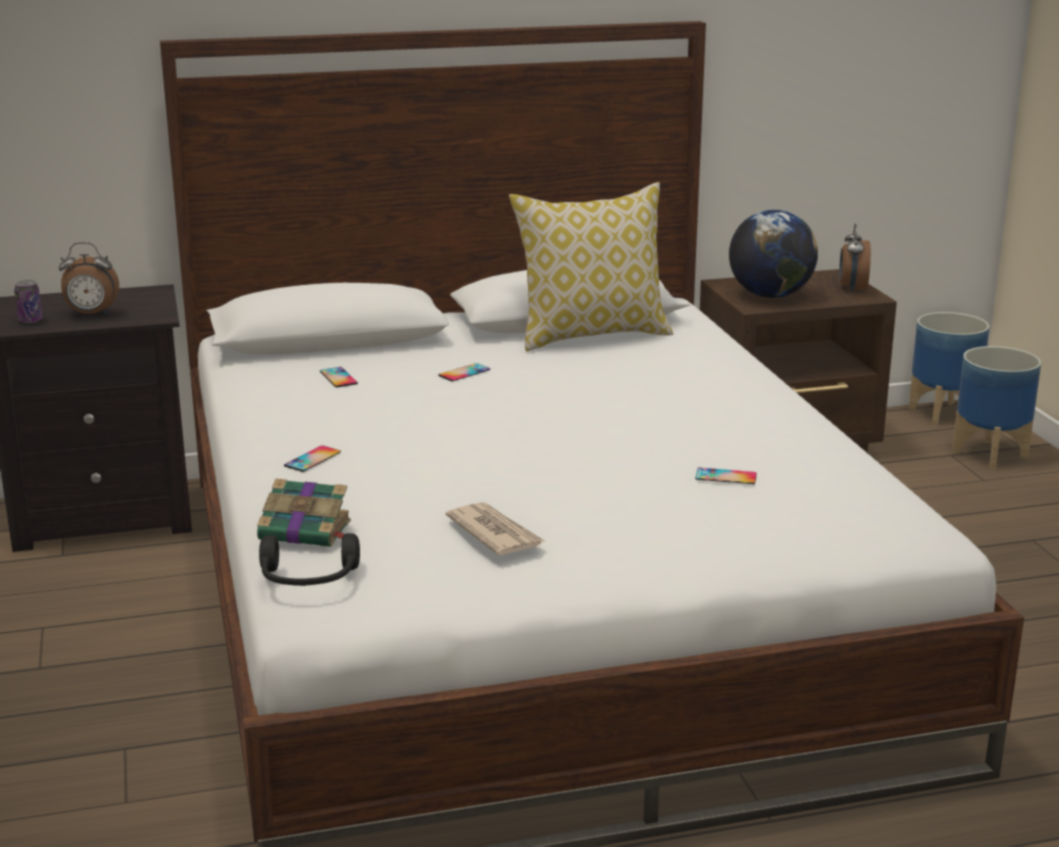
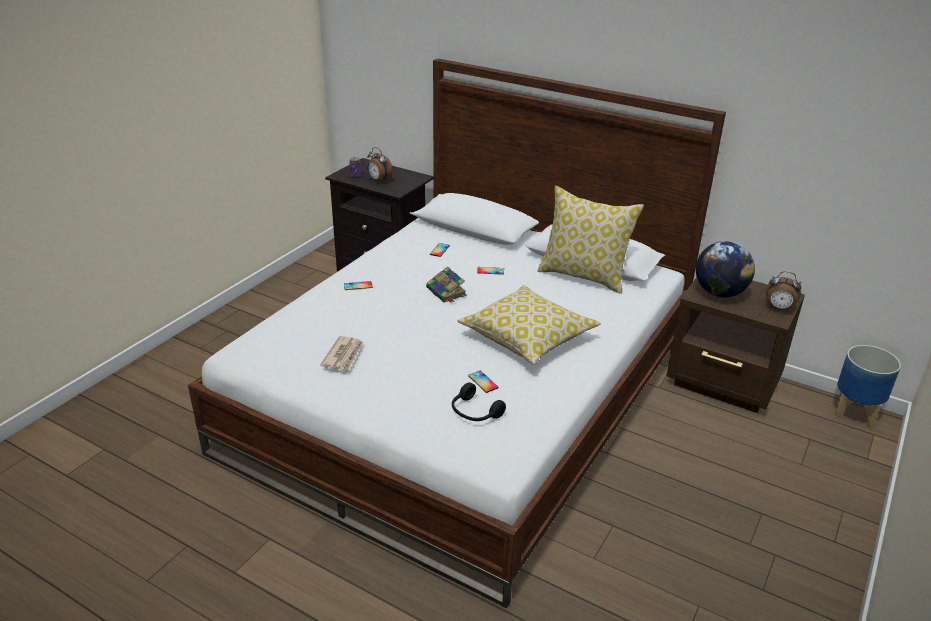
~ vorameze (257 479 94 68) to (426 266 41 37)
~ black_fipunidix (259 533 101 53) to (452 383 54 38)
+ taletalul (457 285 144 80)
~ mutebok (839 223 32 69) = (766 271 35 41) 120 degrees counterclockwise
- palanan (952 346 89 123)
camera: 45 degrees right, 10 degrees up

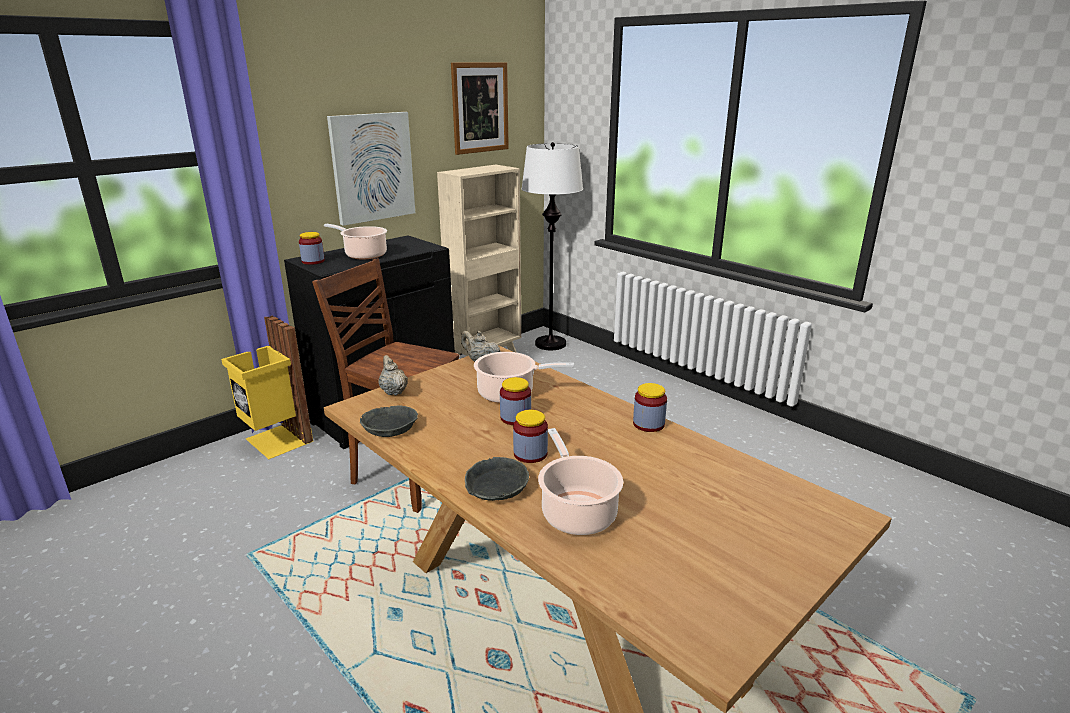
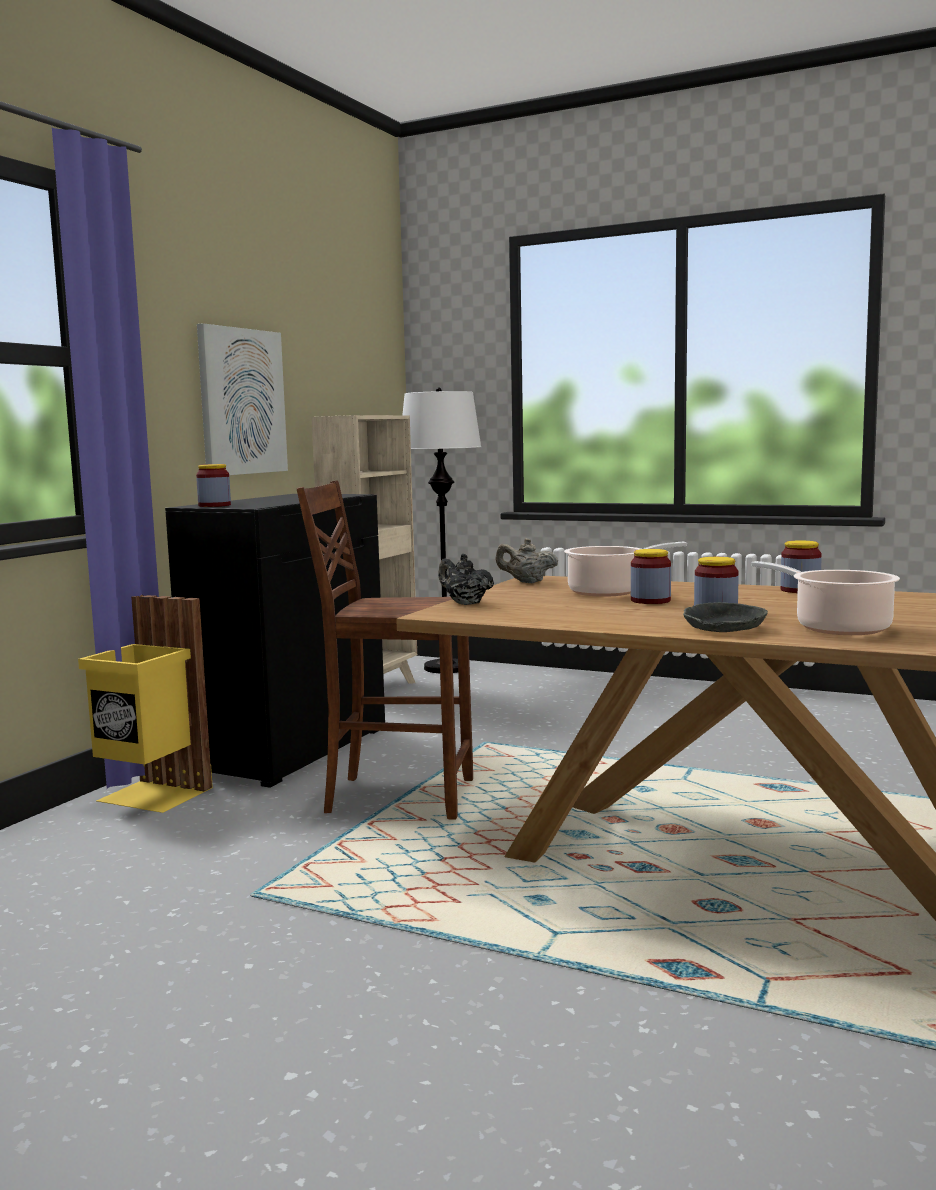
~ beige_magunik (378 355 30 41) to black_magunik (438 554 56 51)
- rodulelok (324 224 63 35)
- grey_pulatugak (360 405 58 32)
- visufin (451 62 58 93)
camera: 20 degrees left, 15 degrees down

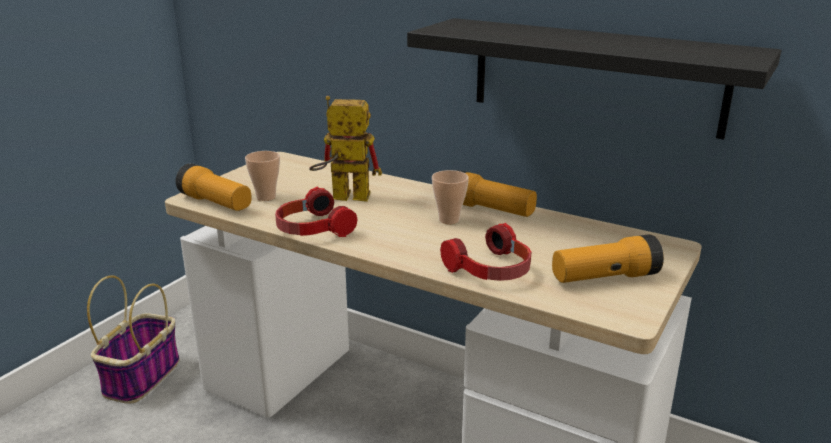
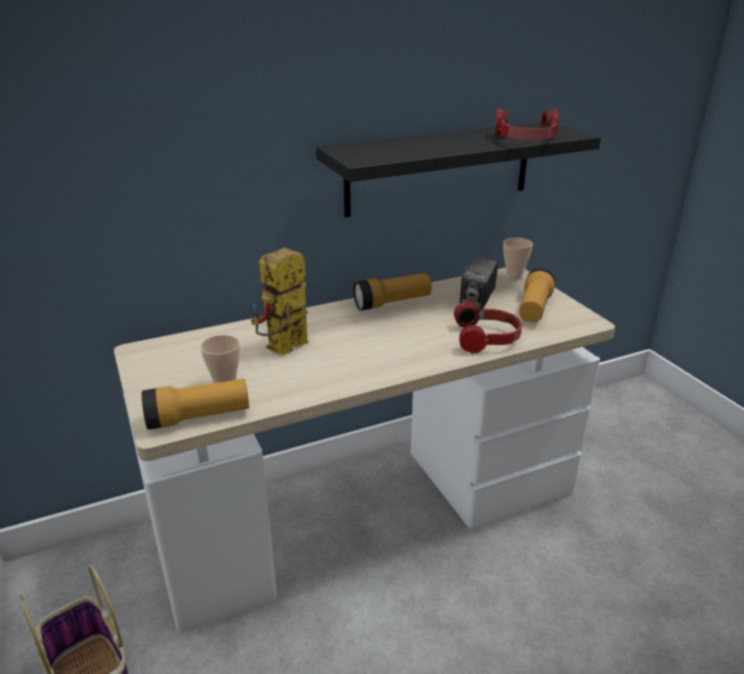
+ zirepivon (460 255 38 54)
~ fipunidix (275 186 83 51) to (495 108 64 32)
~ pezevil (432 170 37 54) to (503 238 30 42)
camera: 55 degrees left, 5 degrees up

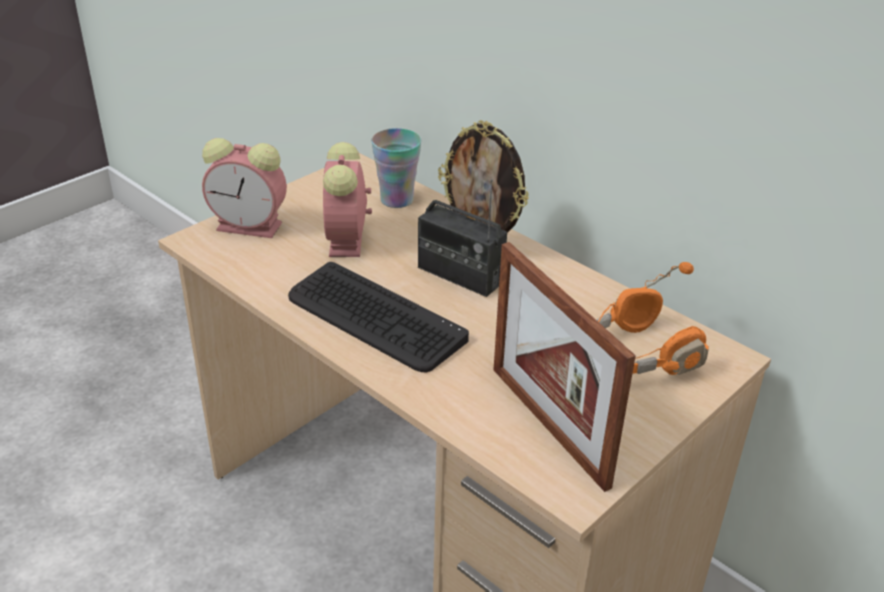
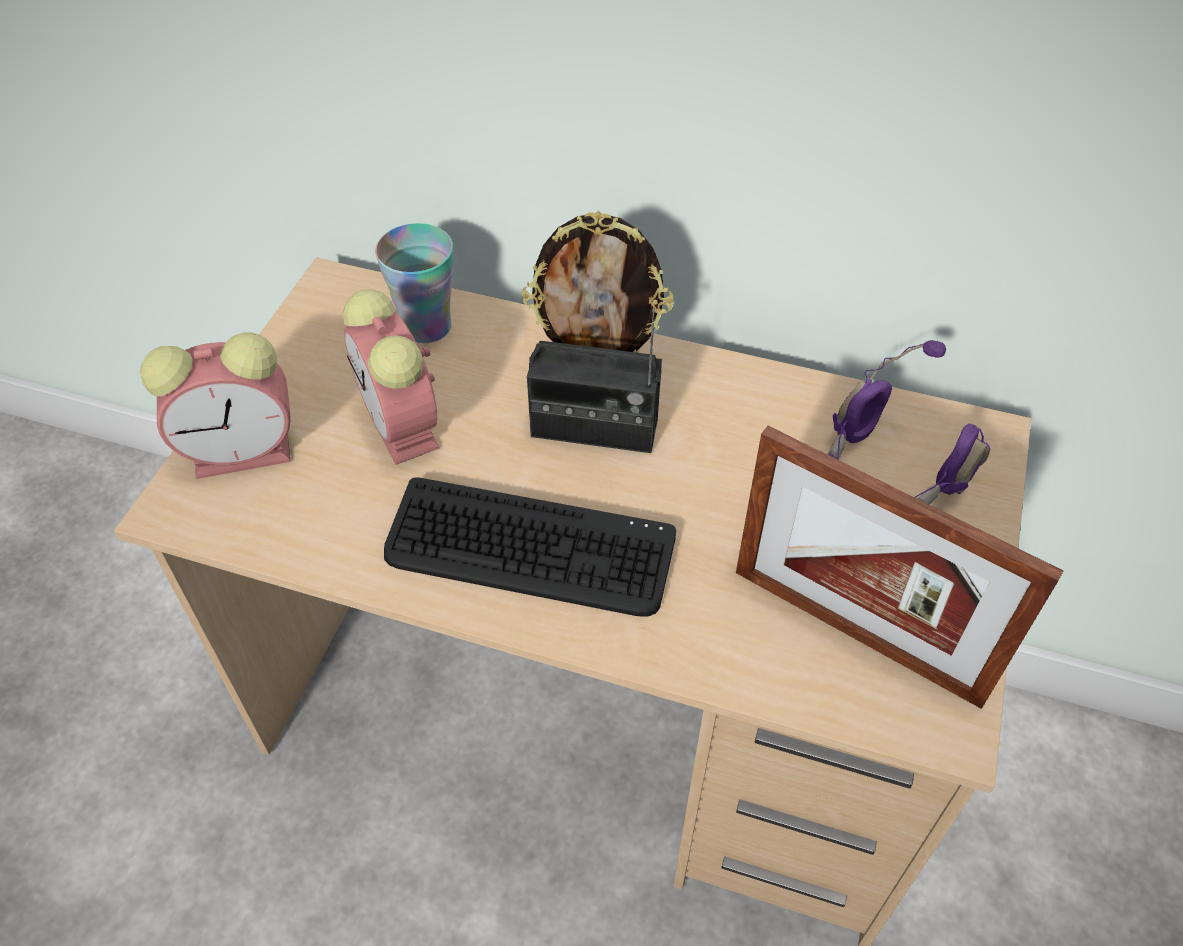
~ orange_fipunidix (596 262 113 113) to purple_fipunidix (828 340 162 165)
camera: 25 degrees left, 15 degrees up

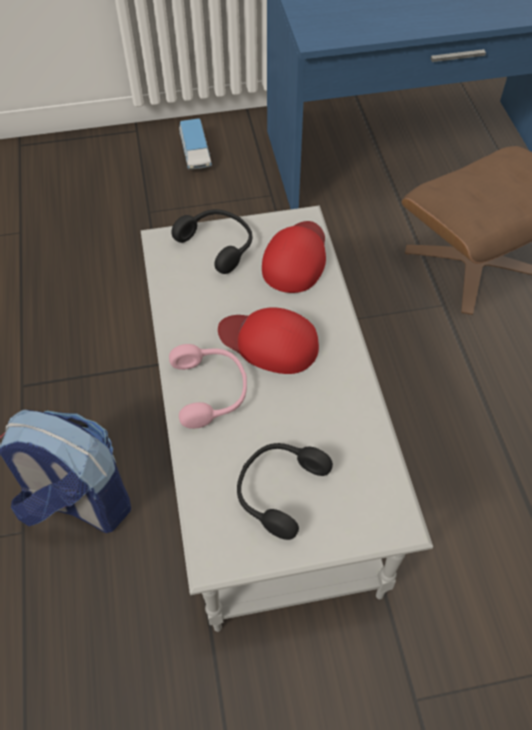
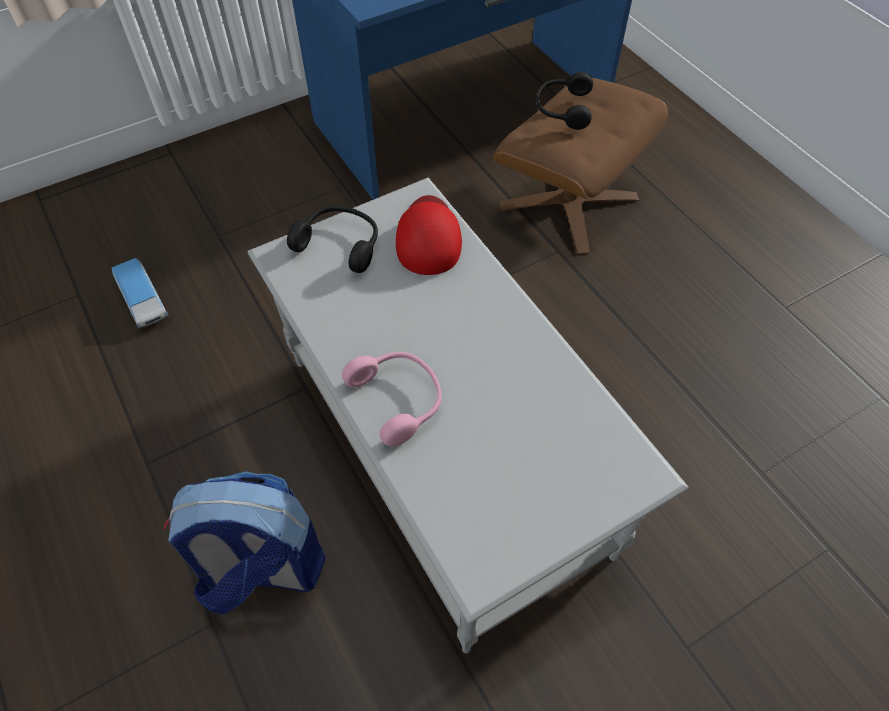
~ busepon (179 118 33 52) to (112 258 57 71)
~ black_fipunidix (237 443 96 97) to (536 72 57 58)
- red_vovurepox (218 307 101 67)
camera: 20 degrees left, 0 degrees up

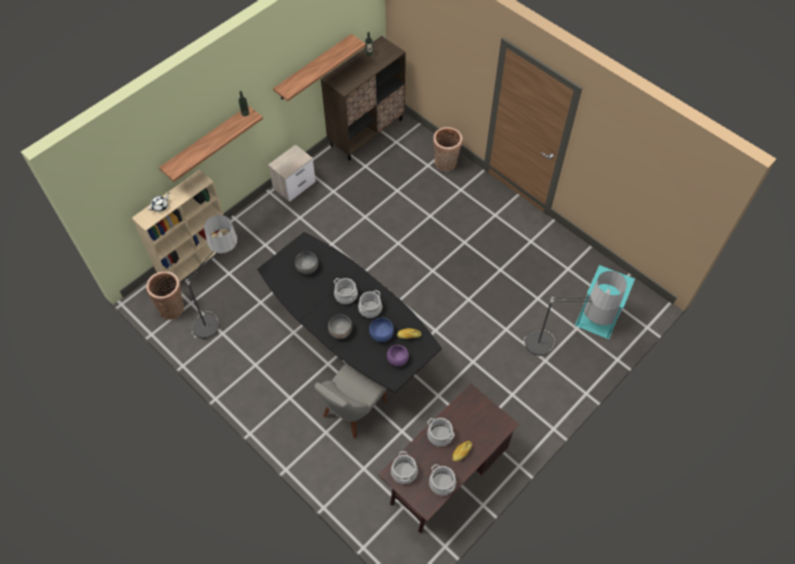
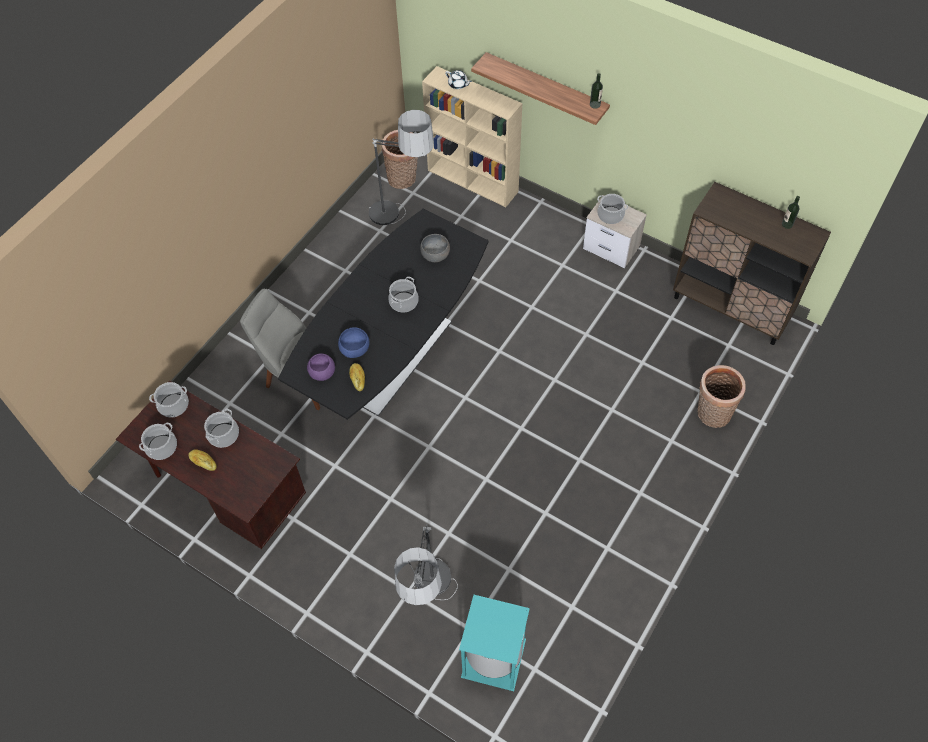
~ rodulelok (358 290 24 28) to (597 194 31 30)
- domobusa (273 34 93 67)
- grey_pulatugak (328 315 24 24)
camera: 80 degrees right, 0 degrees up

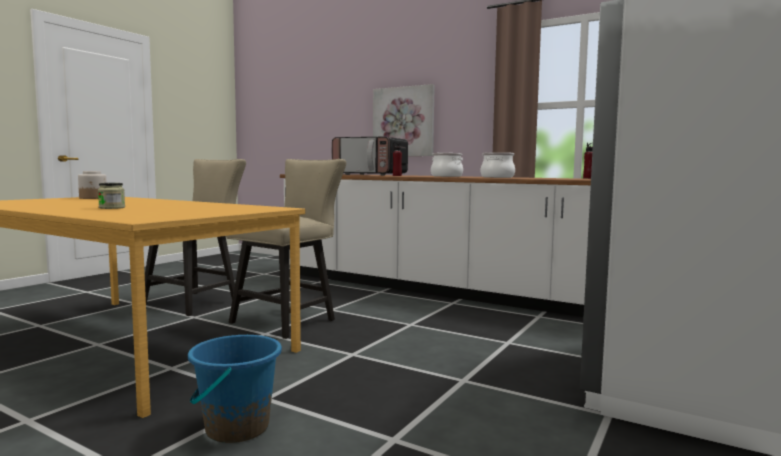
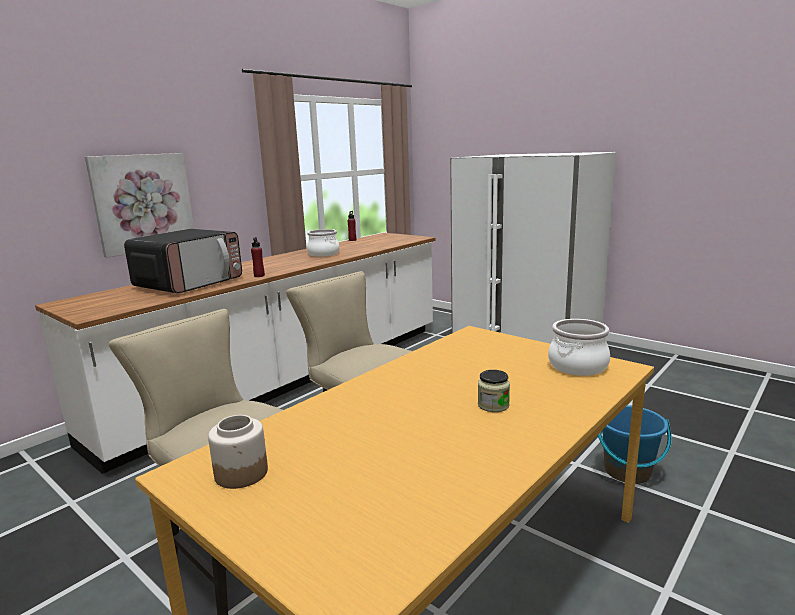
~ rodulelok (431 153 32 24) to (548 319 62 57)
camera: 80 degrees left, 10 degrees up

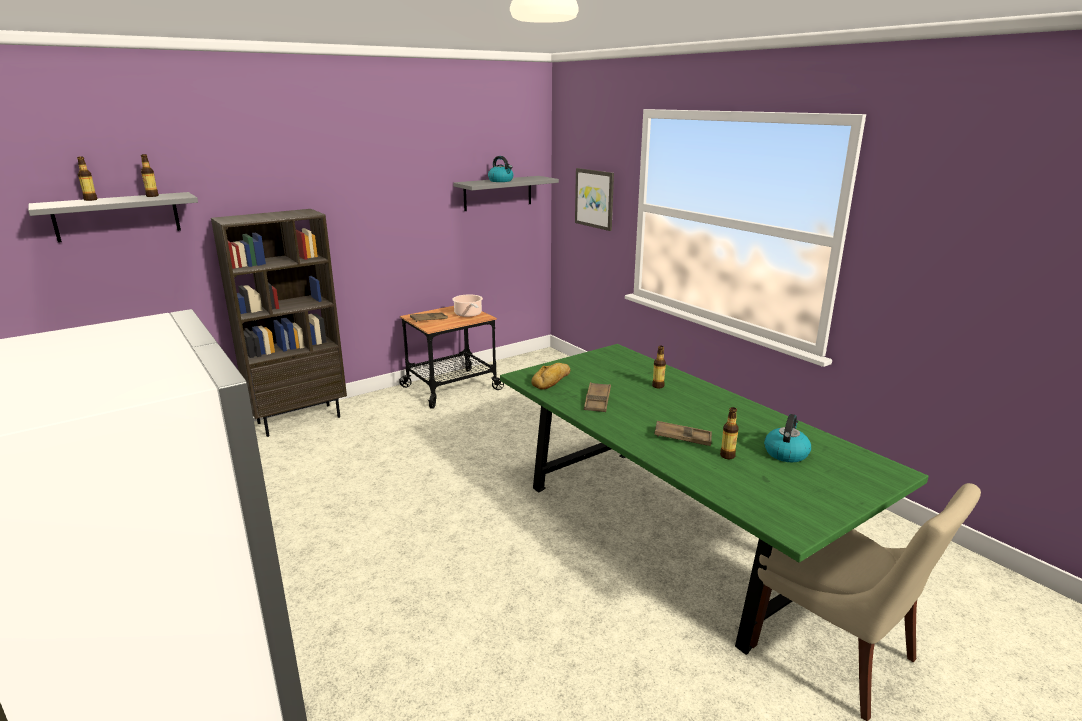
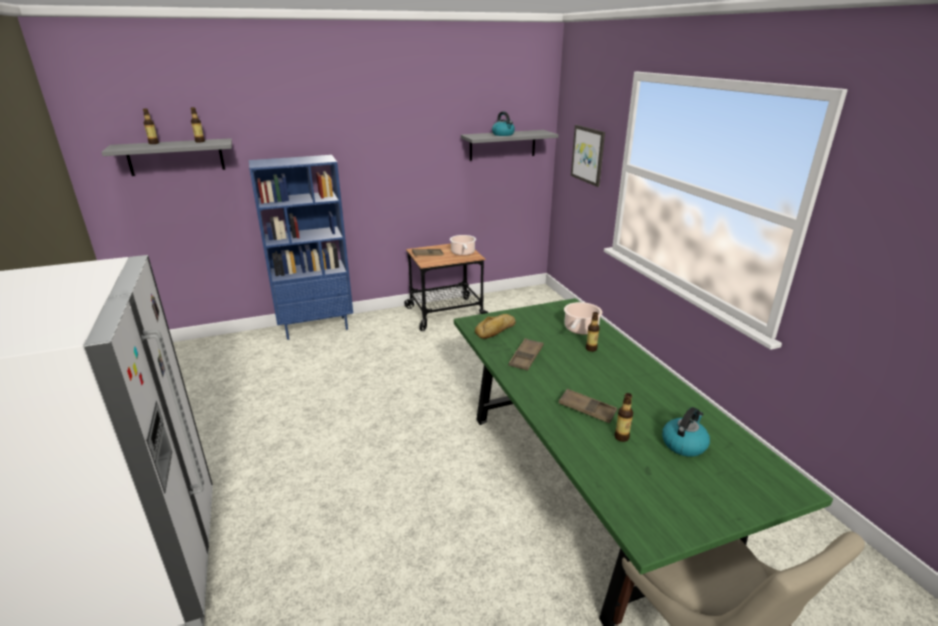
~ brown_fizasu (211 209 136 228) to blue_fizasu (249 155 104 185)
+ rodulelok (564 302 38 32)
camera: 15 degrees right, 5 degrees up

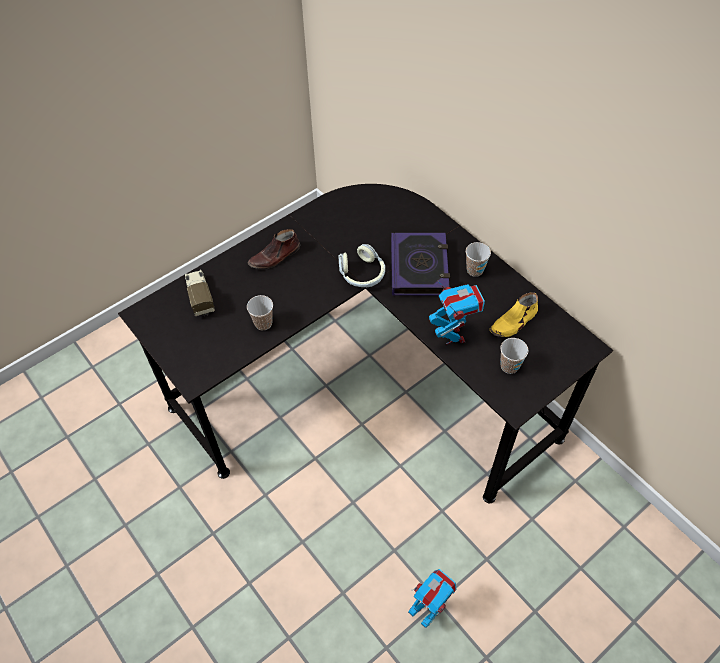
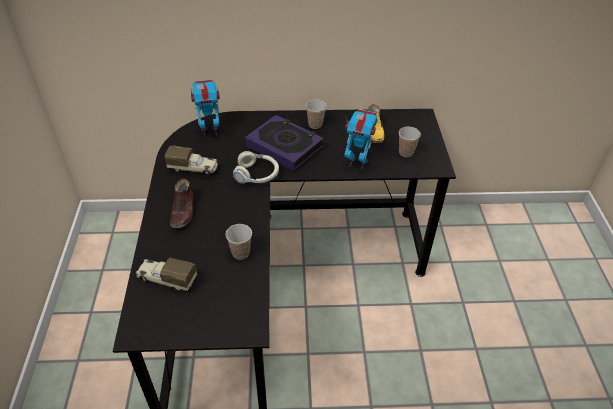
+ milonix (165 146 53 30)
~ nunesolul (408 569 48 59) to (191 80 29 56)
camera: 55 degrees left, 10 degrees down

